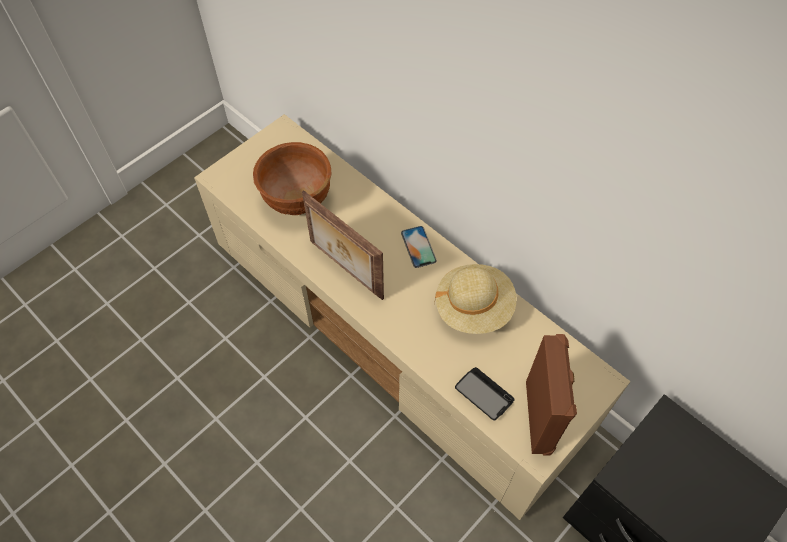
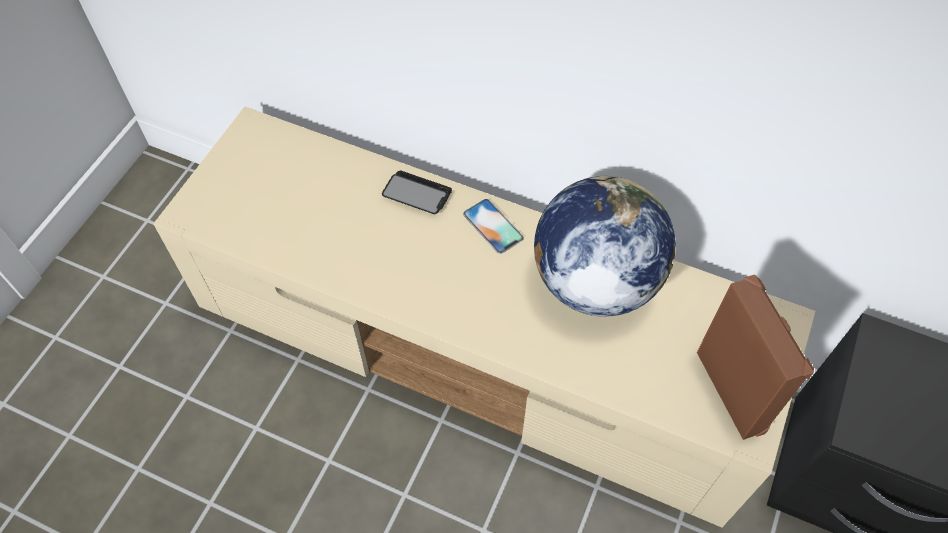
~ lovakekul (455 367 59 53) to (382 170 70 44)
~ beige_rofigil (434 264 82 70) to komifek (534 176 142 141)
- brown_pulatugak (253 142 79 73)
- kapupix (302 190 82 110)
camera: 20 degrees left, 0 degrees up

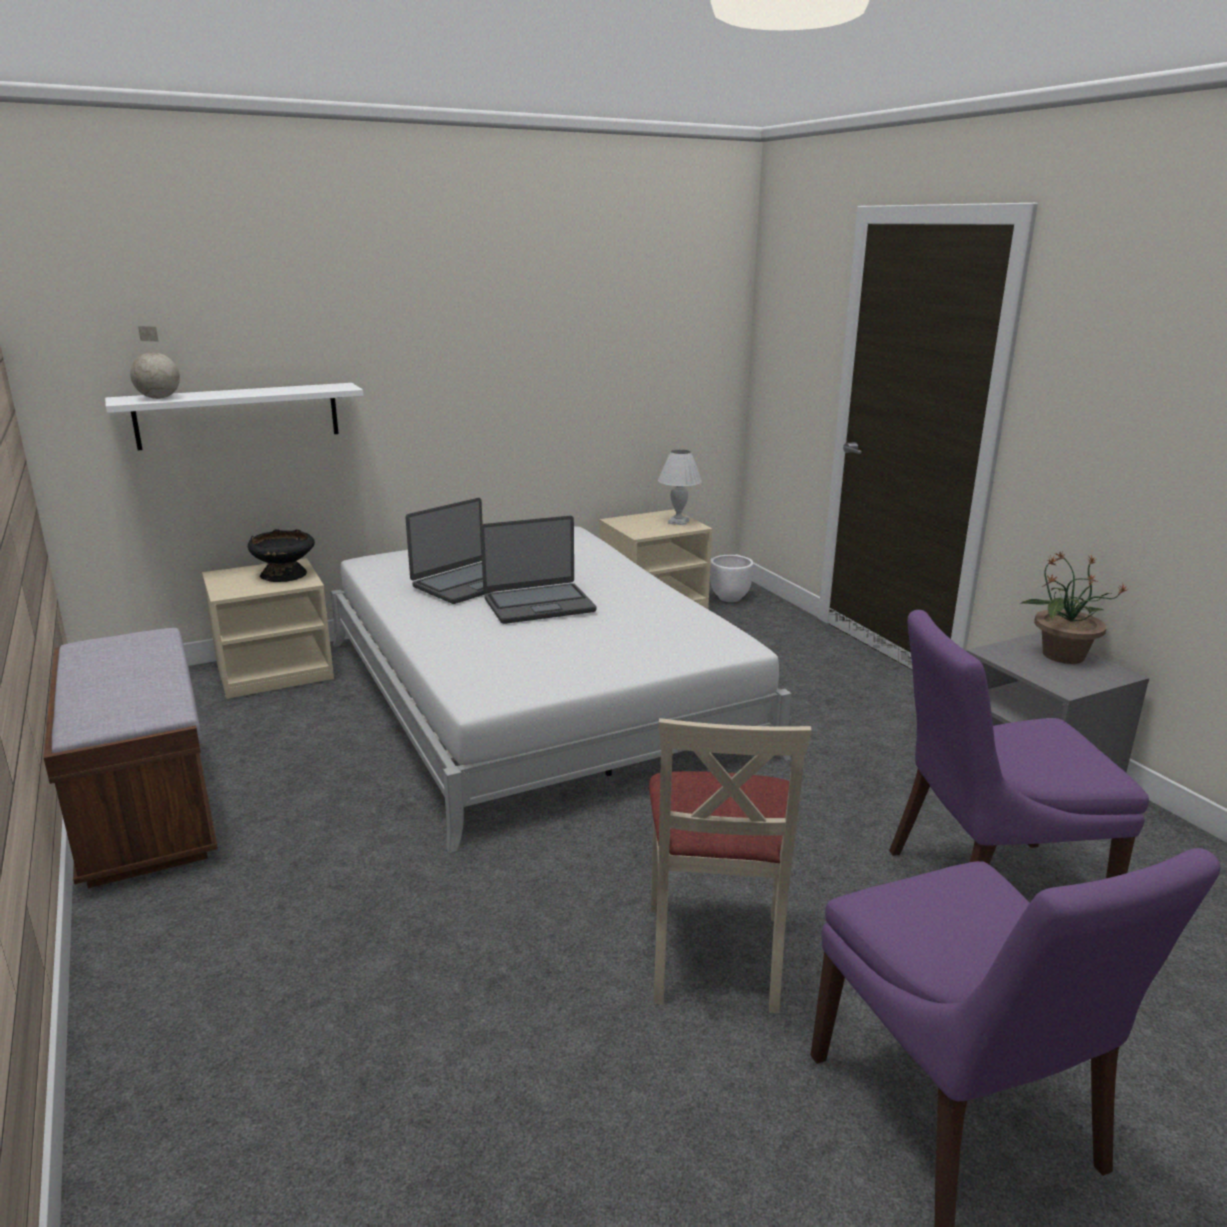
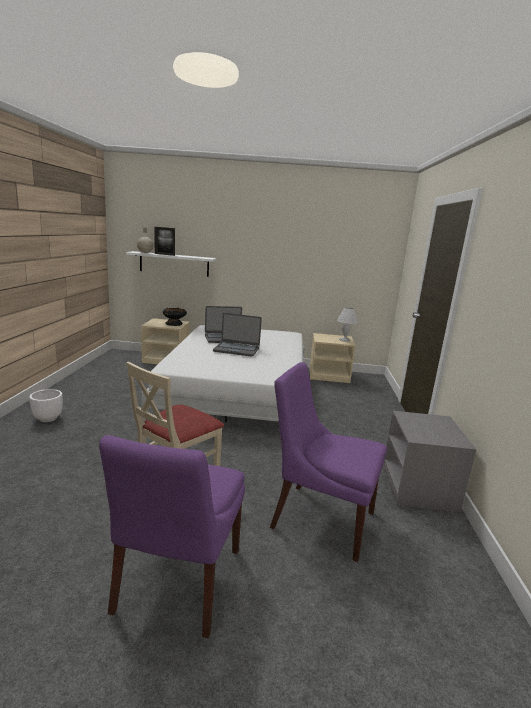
~ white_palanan (710 555 44 47) to (29 389 34 33)
+ kapupix (155 227 20 29)
- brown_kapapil (43 628 175 260)
- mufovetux (1020 550 109 114)
camera: 30 degrees right, 5 degrees down

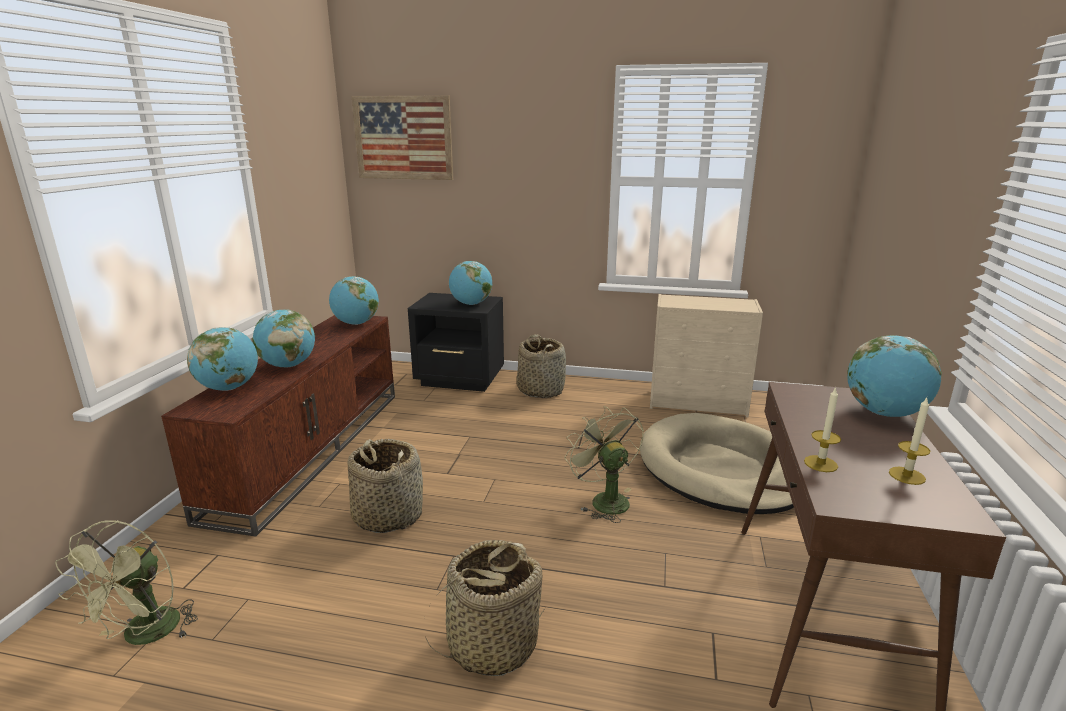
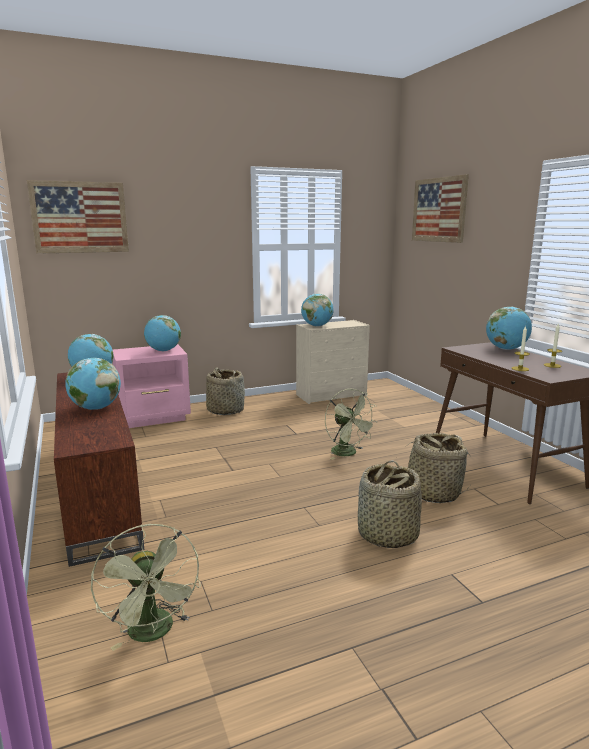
~ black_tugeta (408 293 96 99) to pink_tugeta (113 344 78 84)
~ komifek (187 327 71 64) to (301 294 33 33)
~ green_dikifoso (564 406 80 117) = (325 389 52 71) 150 degrees counterclockwise
~ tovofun (348 439 75 94) to (405 433 65 70)
+ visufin (412 174 57 69)
- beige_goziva (640 413 154 101)
camera: 35 degrees left, 5 degrees down

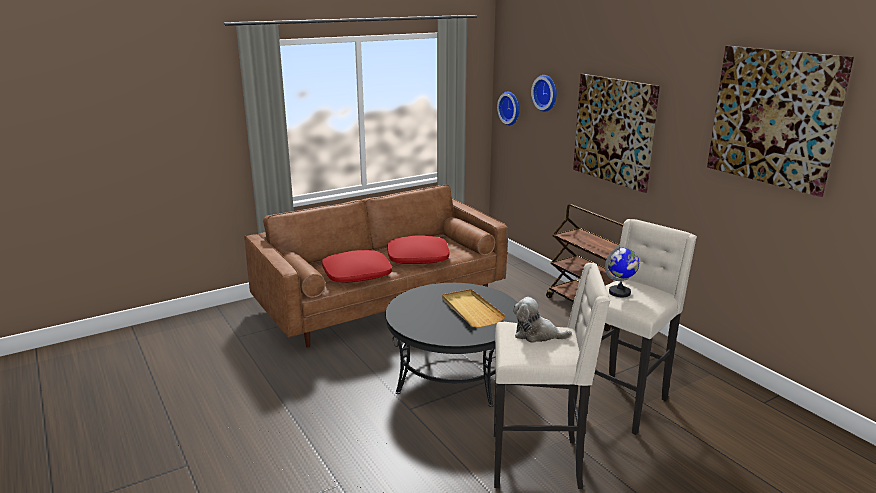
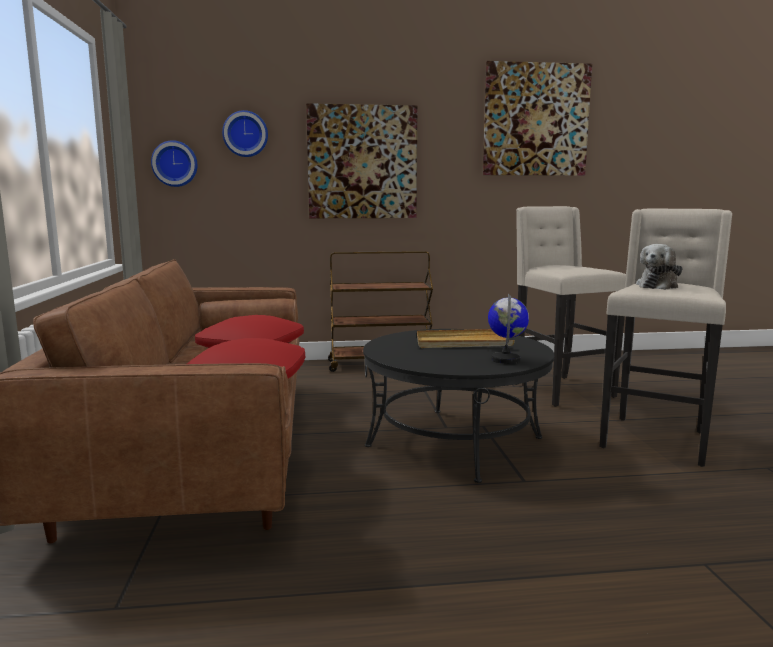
~ komifek (605 246 34 51) to (488 294 41 70)
camera: 65 degrees left, 10 degrees down

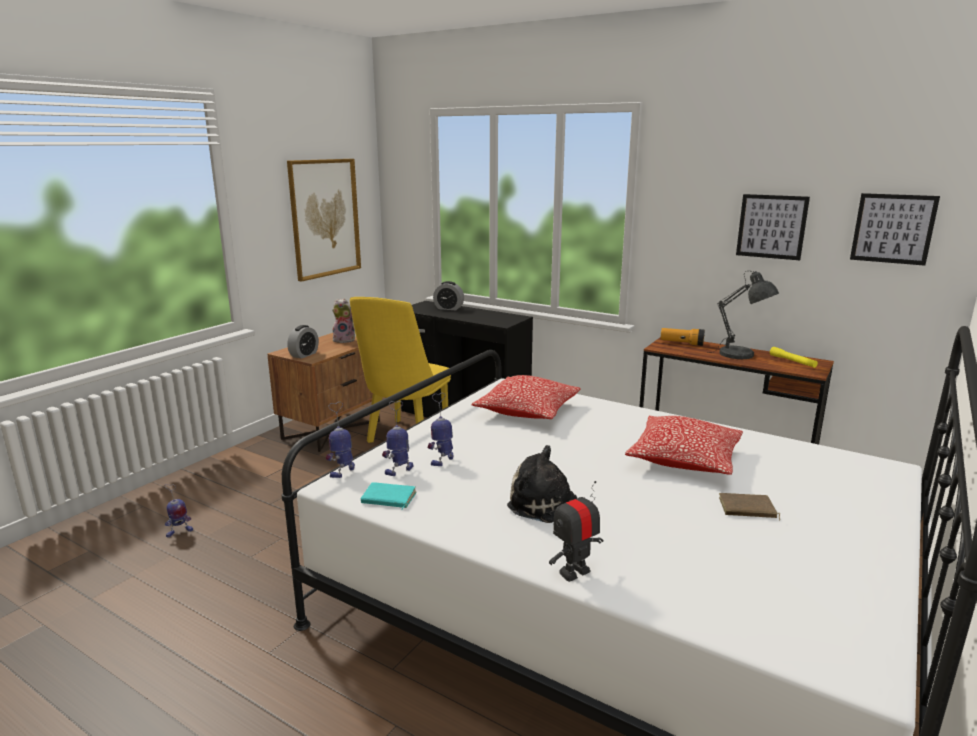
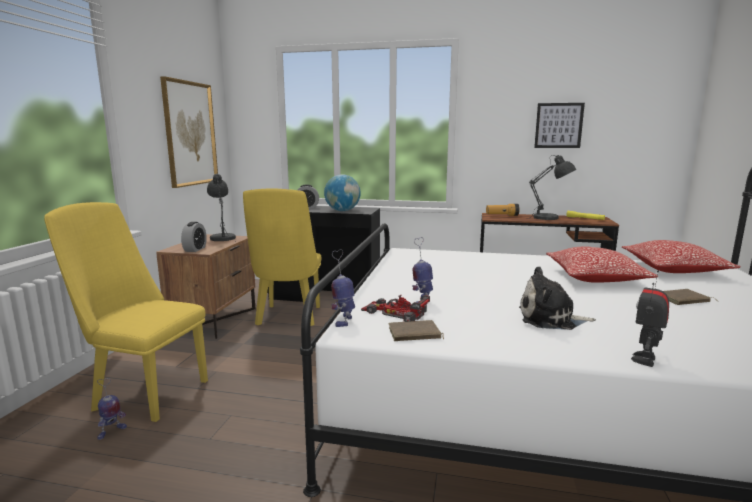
+ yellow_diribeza (44 202 164 220)
~ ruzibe (332 299 23 44) to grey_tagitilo (207 173 29 68)
+ komifek (324 174 37 37)
~ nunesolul (382 401 31 75) to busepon (361 295 69 27)
~ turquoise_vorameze (361 482 56 28) to brown_vorameze (388 320 56 21)
~ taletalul (472 375 109 44) to (622 240 119 33)
- visufin (850 193 90 73)
camera: 20 degrees left, 5 degrees down

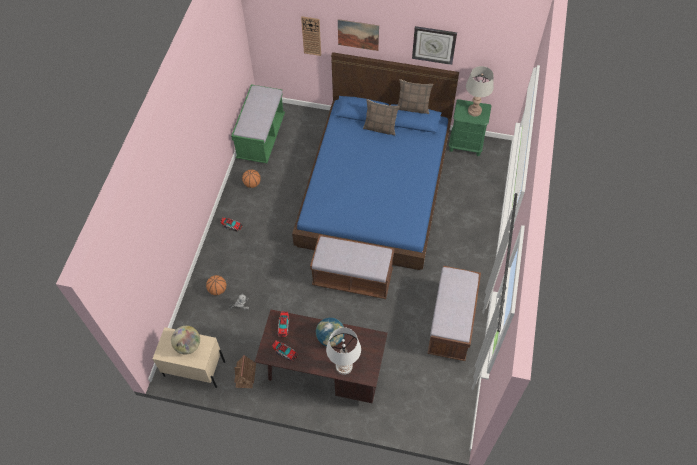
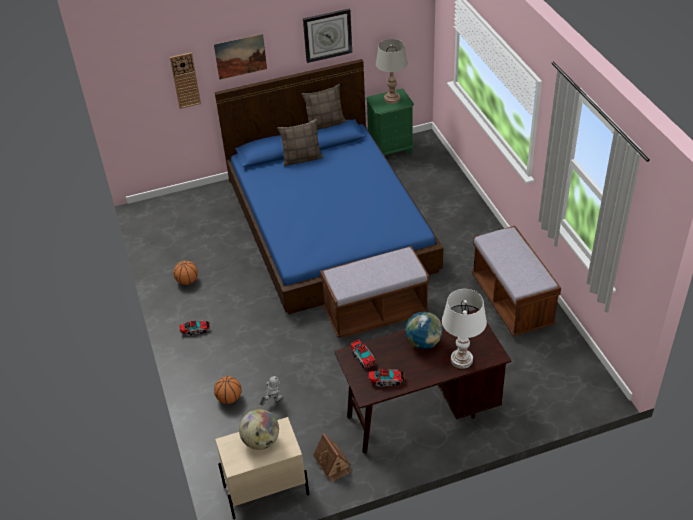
- green_kapapil (231 85 54 78)
camera: 30 degrees left, 15 degrees down

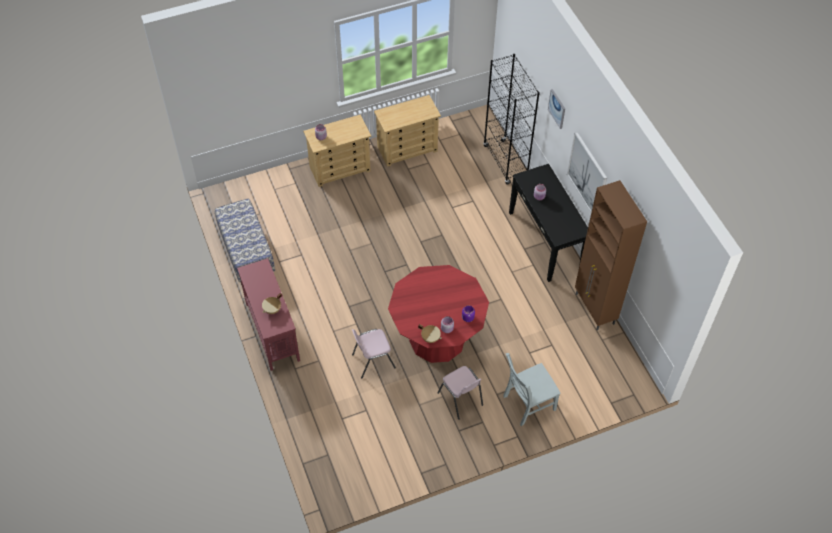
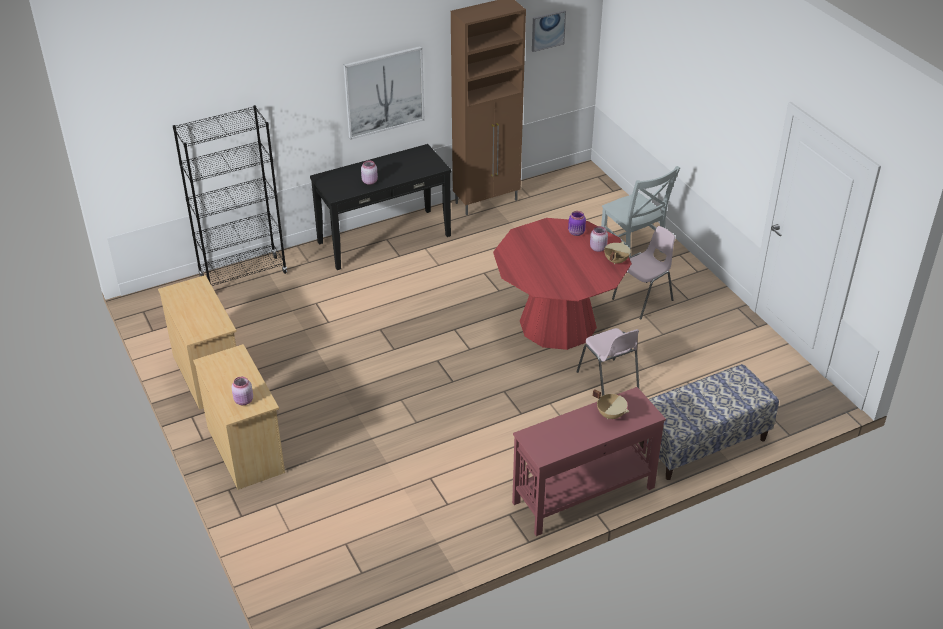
~ visufin (548 89 17 40) to (532 10 34 42)
~ kapapil (214 199 61 86) to (639 364 140 116)
camera: 95 degrees left, 15 degrees down

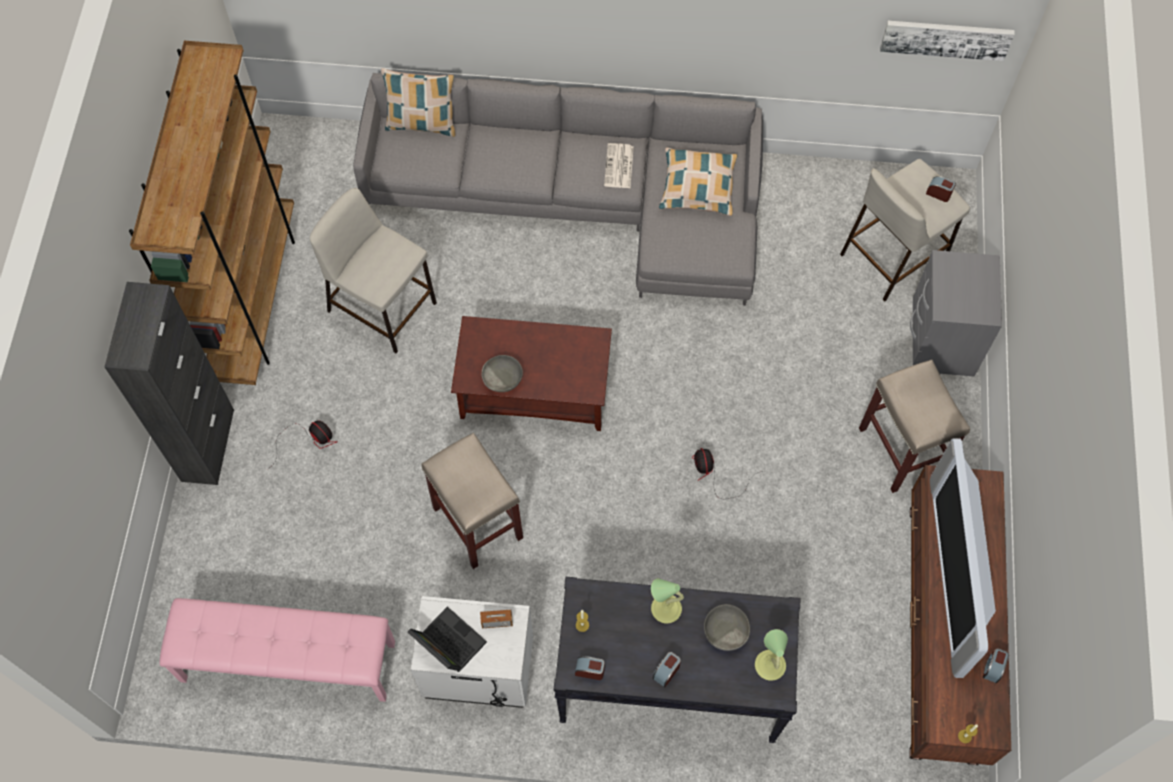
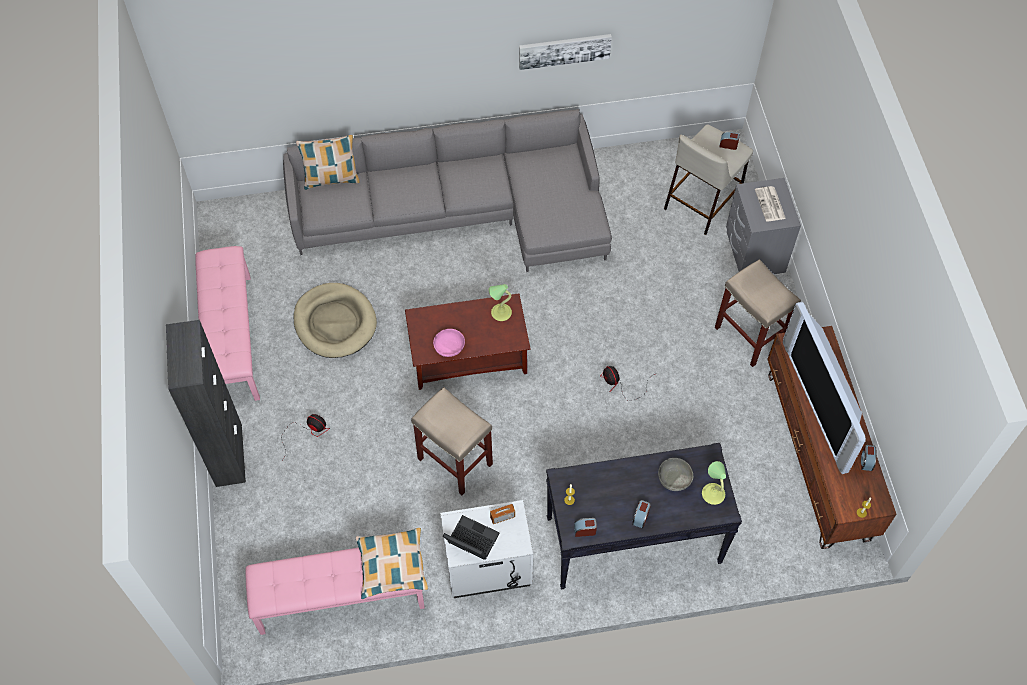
~ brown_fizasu (129 41 166 344) to pink_kapapil (195 246 65 155)
~ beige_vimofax (310 188 127 165) to beige_goziva (293 283 84 75)
~ taletalul (659 148 79 68) to (356 528 72 71)
~ grey_pulatugak (482 355 41 37) to pink_pulatugak (433 329 32 28)
~ tagitilo (651 579 33 44) to (489 284 23 37)
~ visufin (880 21 135 40) to (519 34 93 36)
~ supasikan (604 143 30 45) to (755 186 31 36)
camera: 15 degrees left, 5 degrees down

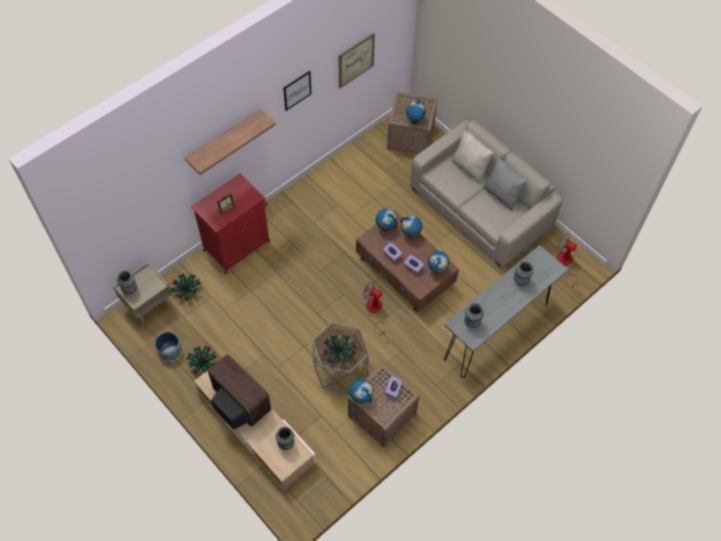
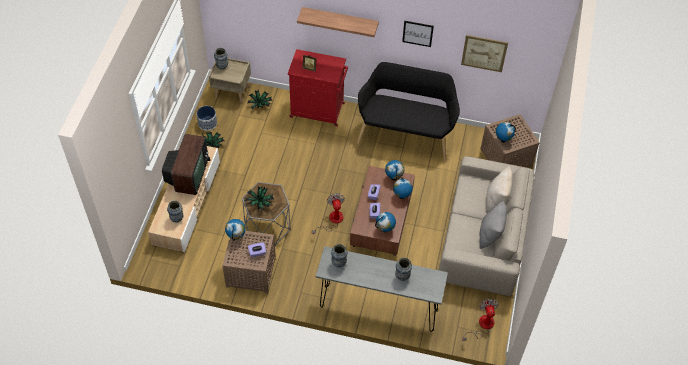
+ black_kapapil (357 62 103 99)
camera: 55 degrees right, 5 degrees down

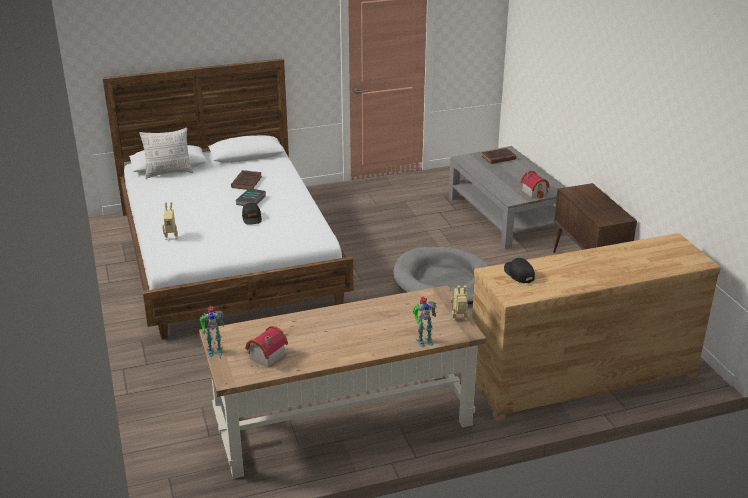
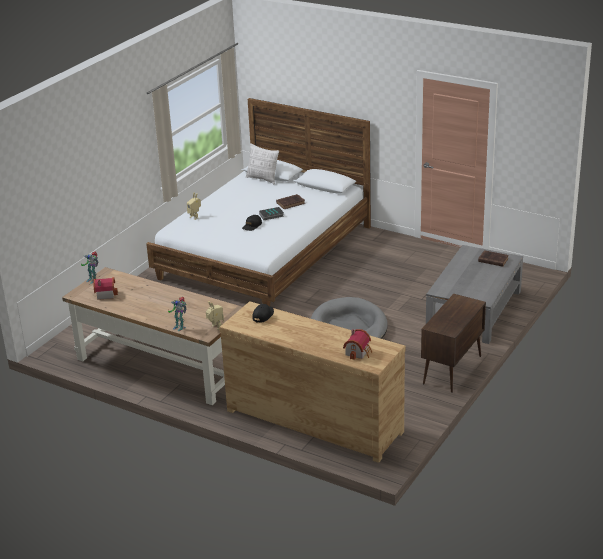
~ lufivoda (520 171 30 28) to (343 329 29 31)
camera: 50 degrees right, 0 degrees up

